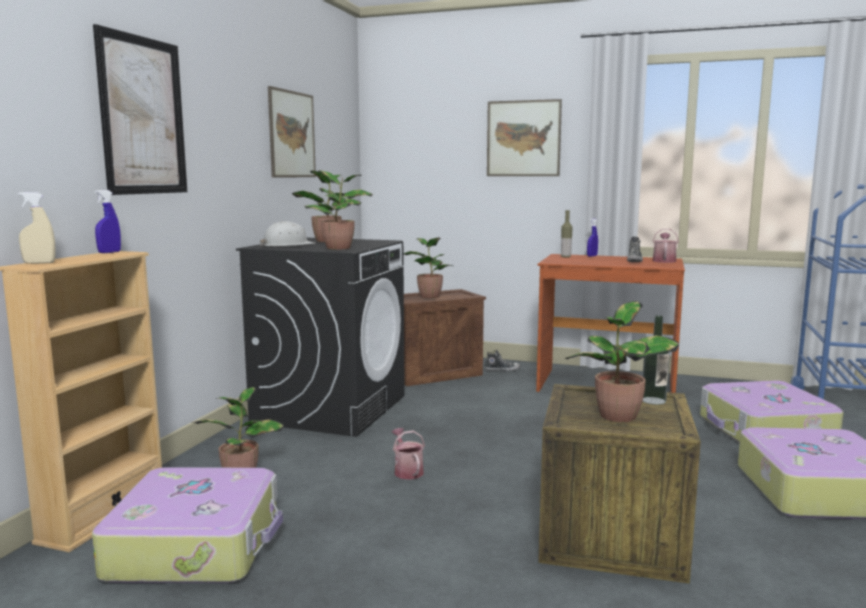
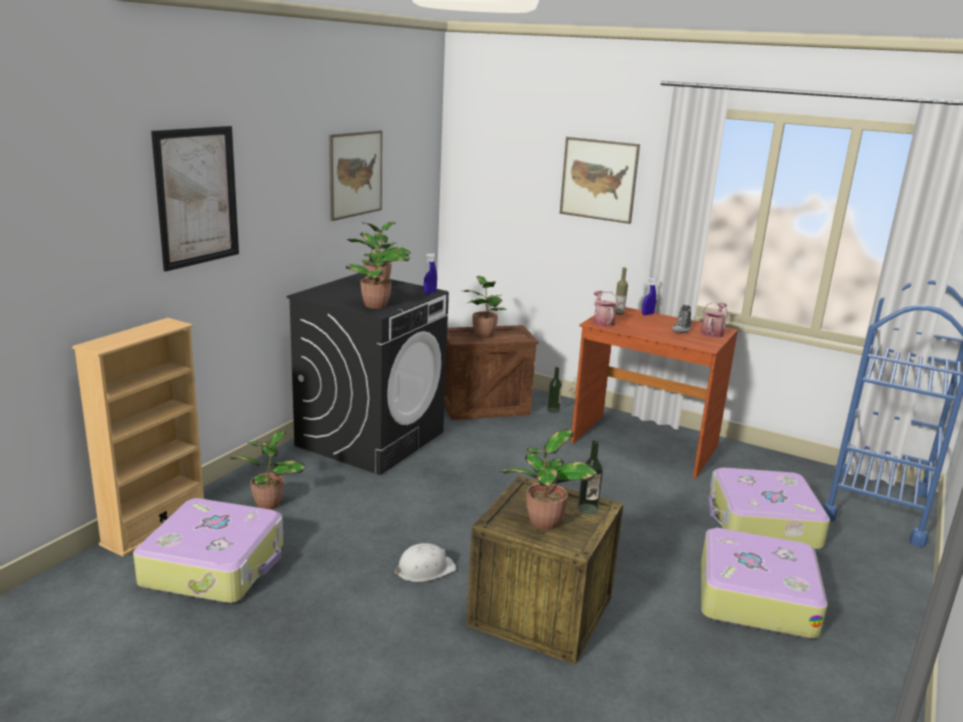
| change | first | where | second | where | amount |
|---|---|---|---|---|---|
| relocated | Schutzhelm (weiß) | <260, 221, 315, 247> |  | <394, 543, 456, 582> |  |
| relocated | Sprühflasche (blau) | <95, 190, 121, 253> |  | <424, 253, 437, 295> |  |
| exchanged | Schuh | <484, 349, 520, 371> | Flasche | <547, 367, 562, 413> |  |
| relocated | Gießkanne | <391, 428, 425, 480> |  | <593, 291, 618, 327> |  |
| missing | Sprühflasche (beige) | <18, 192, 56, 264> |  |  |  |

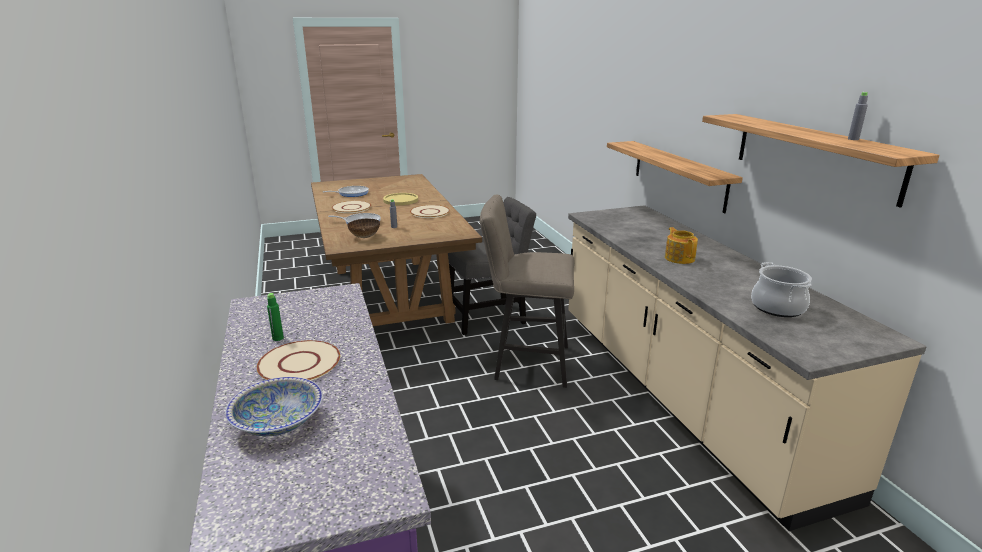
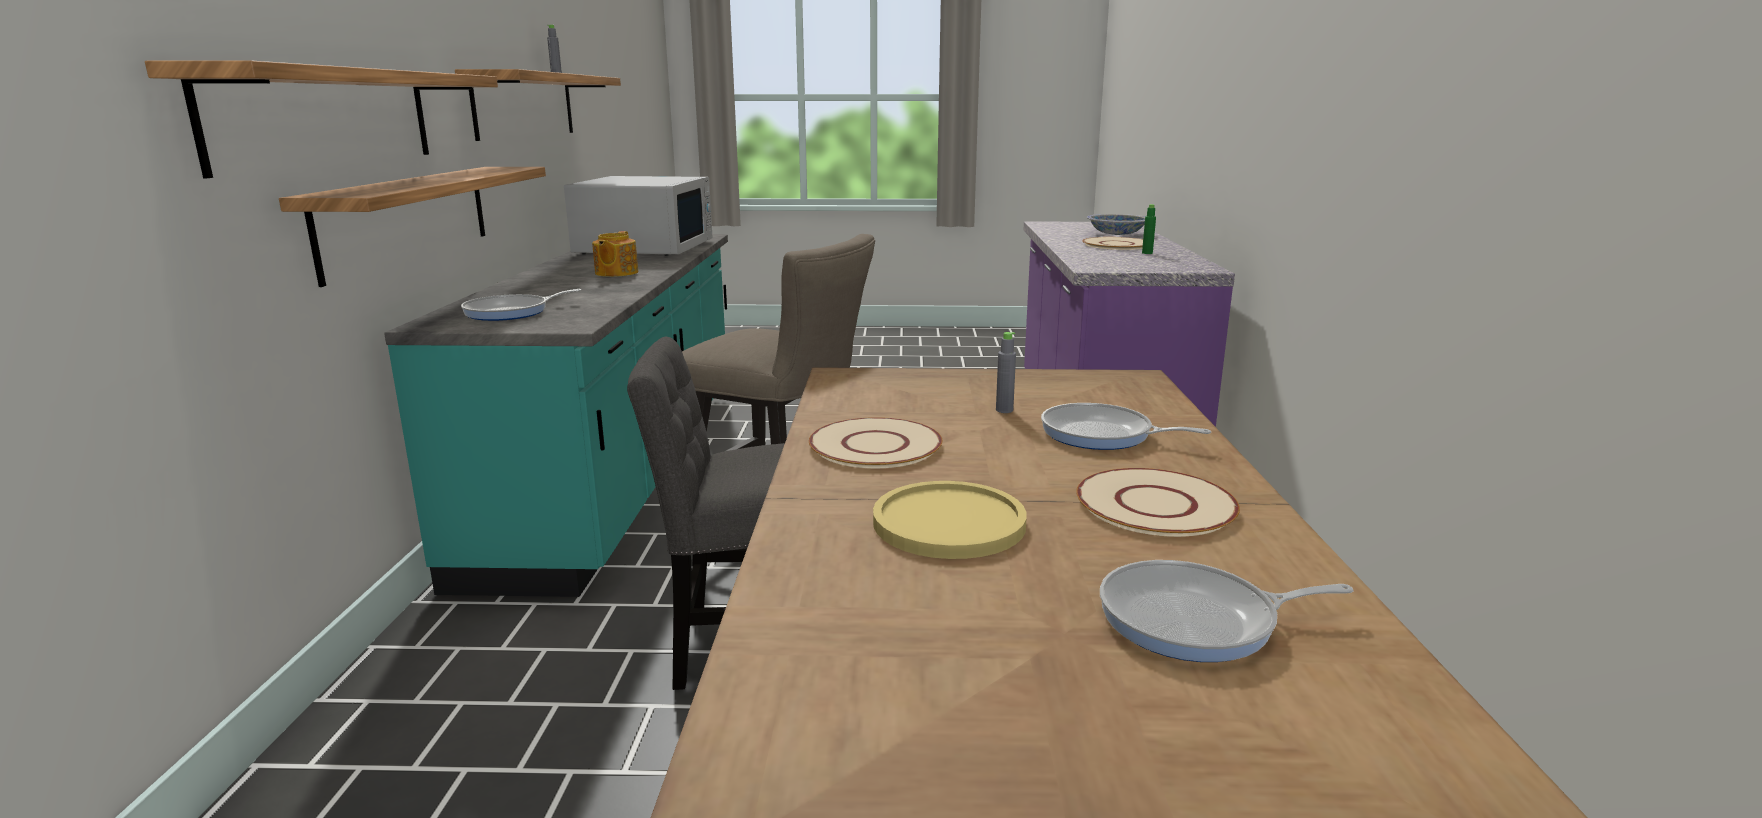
| change | first | where | second | where | amount |
|---|---|---|---|---|---|
| appeared |  |  | Wandregal | <145, 60, 498, 178> |  |
| colour | Küchenzeile (beige) | <568, 205, 927, 531> | Küchenzeile (türkis) | <384, 234, 728, 597> |  |
| appeared |  |  | Pfanne | <461, 289, 582, 321> |  |
| exchanged | Kochtopf | <751, 262, 812, 317> | Mikrowelle (weiß) | <564, 176, 712, 256> |  |
| missing | Schüssel | <347, 218, 380, 238> |  |  |  |

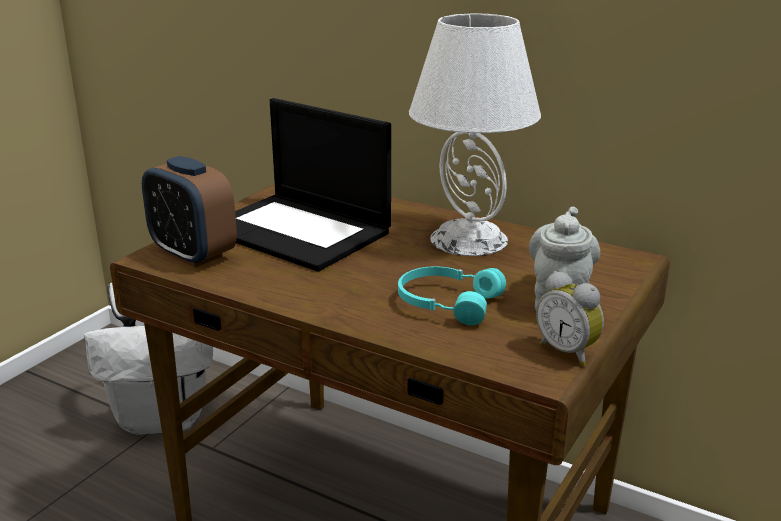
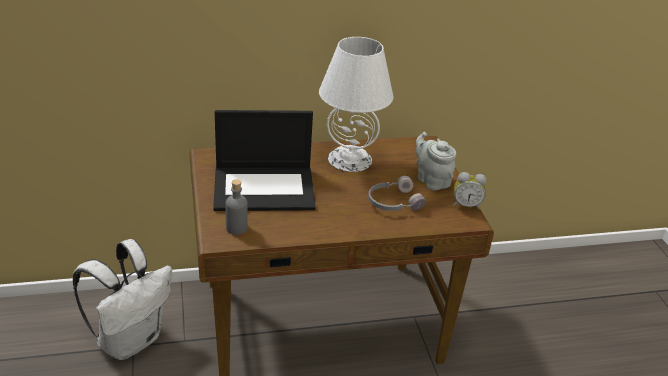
| change | first | where | second | where | amount |
|---|---|---|---|---|---|
| exchanged | Wecker | <142, 156, 237, 267> | Flasche (grau) | <226, 179, 248, 235> |  |
| colour | Kopfhörer (türkis) | <398, 267, 506, 325> | Kopfhörer (grau) | <368, 176, 426, 211> |  |

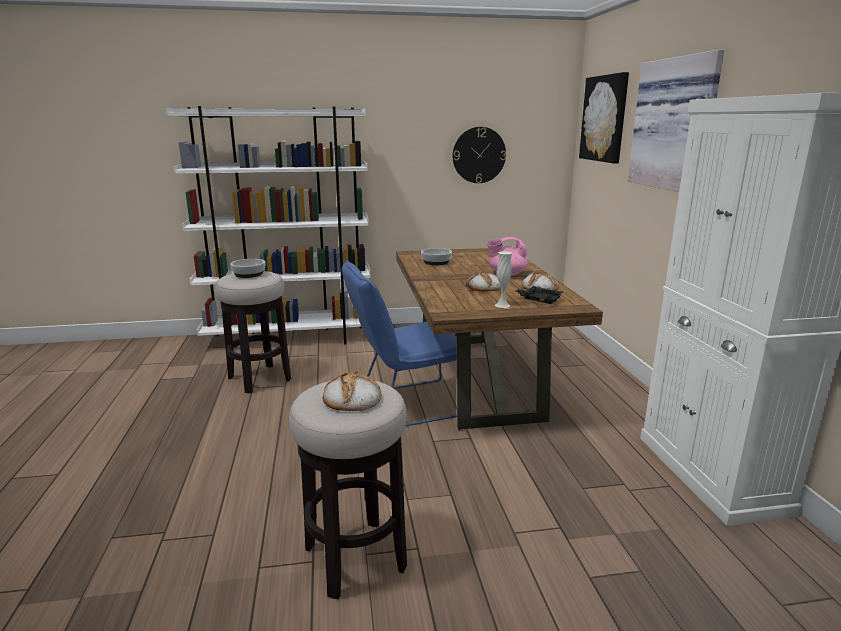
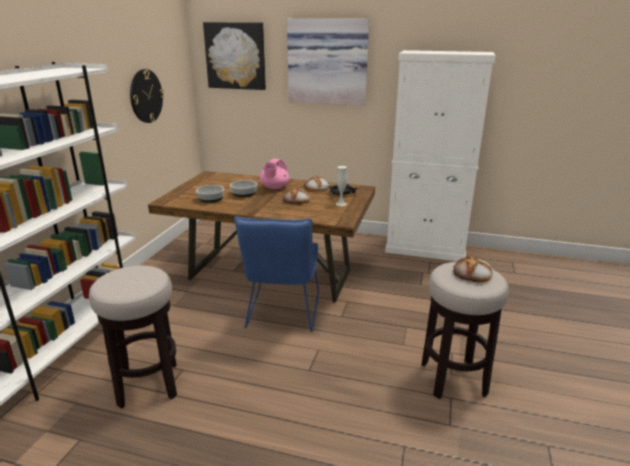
| change | first | where | second | where | amount |
|---|---|---|---|---|---|
| relocated | Schüssel | <230, 259, 265, 278> |  | <230, 180, 257, 197> |  |

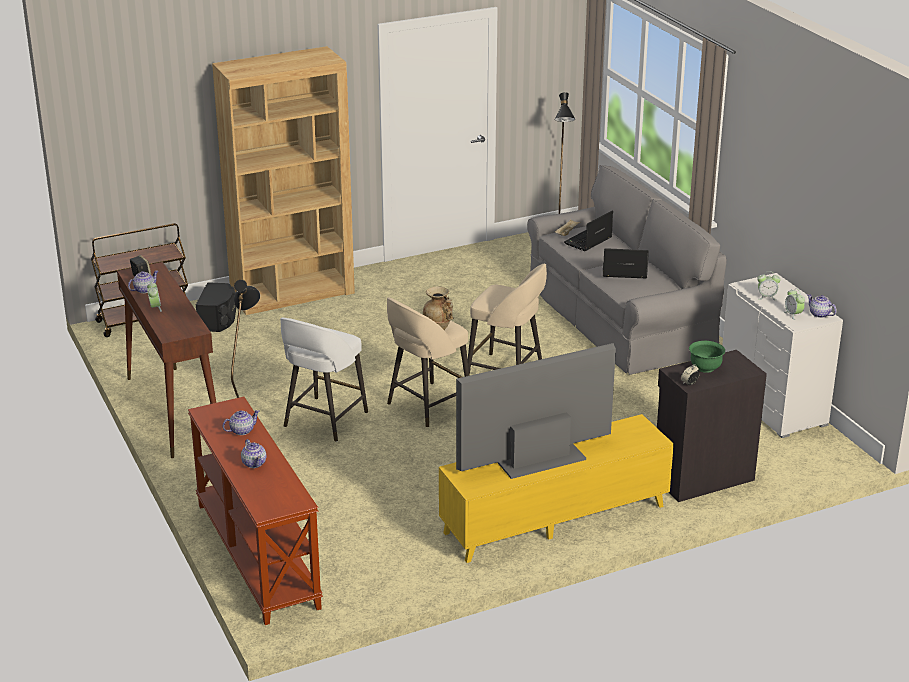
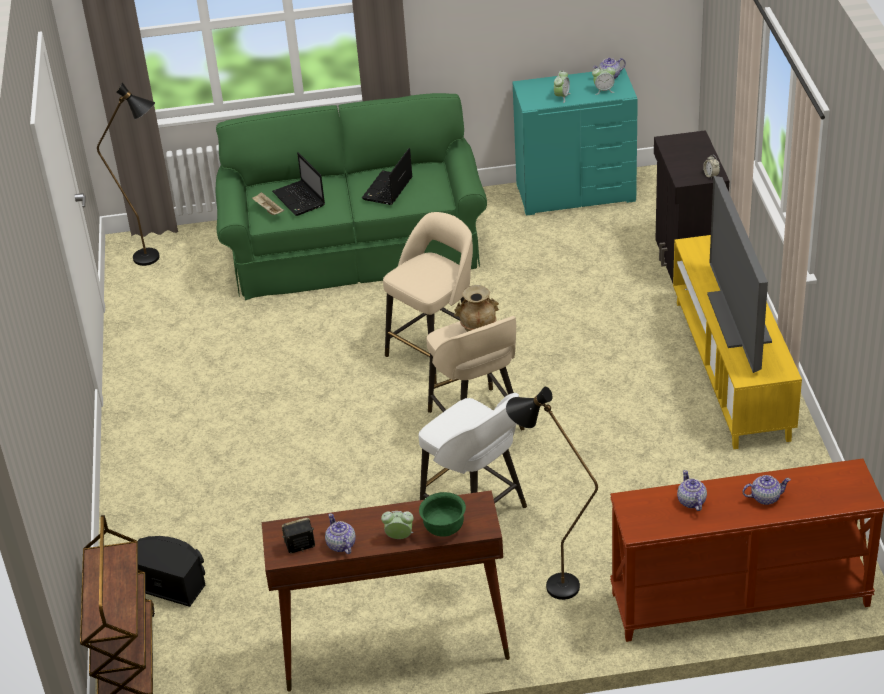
| change | first | where | second | where | amount |
|---|---|---|---|---|---|
| colour | Sofa (grau) | <527, 165, 726, 375> | Sofa (grün) | <216, 93, 487, 300> |  |
| relocated | Schüssel (grün) | <689, 341, 725, 373> |  | <419, 492, 466, 537> |  |
| colour | Kommode (weiß) | <722, 273, 843, 438> | Kommode (türkis) | <513, 68, 638, 216> |  |
| missing | Bücherregal (braun) | <212, 46, 355, 315> |  |  |  |

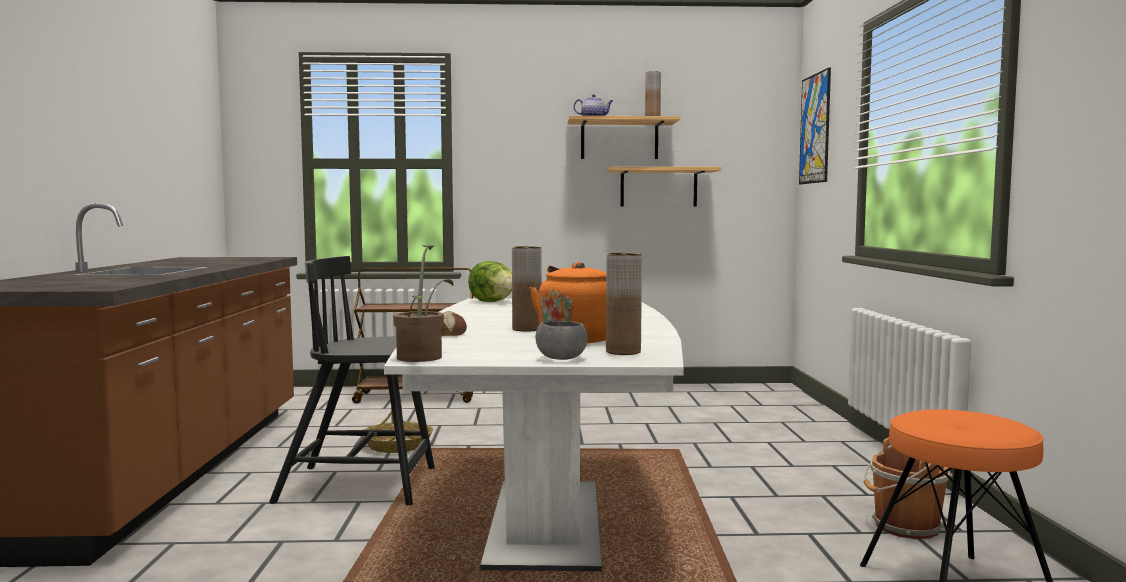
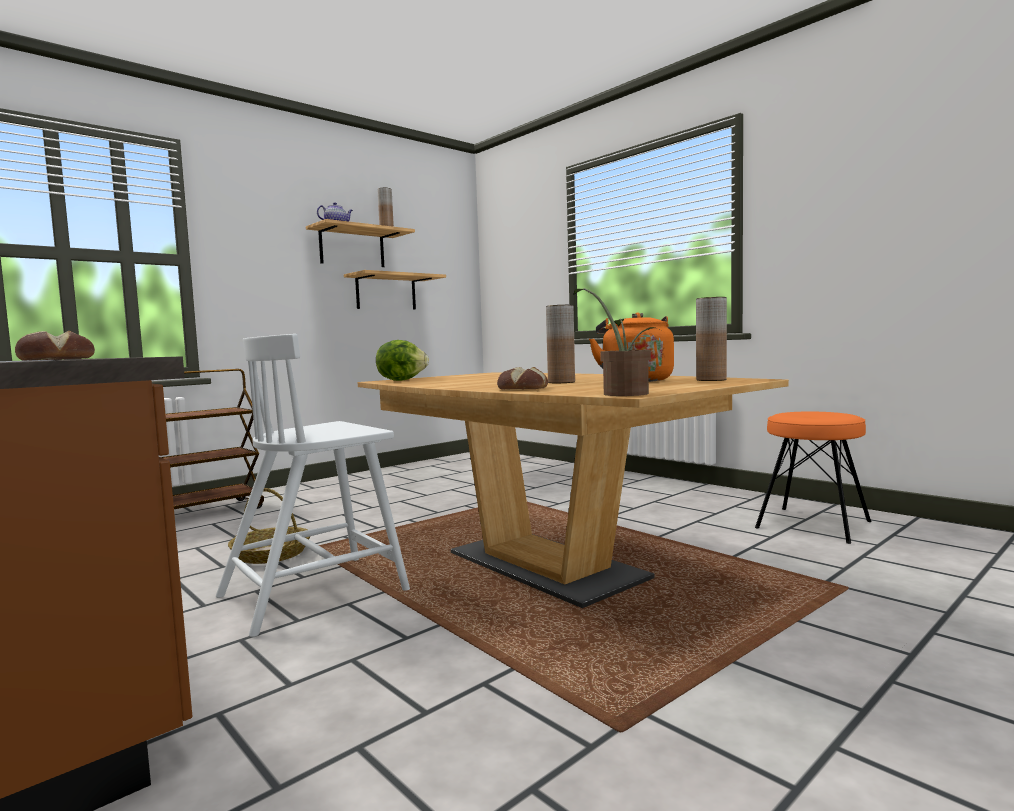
| change | first | where | second | where | amount |
|---|---|---|---|---|---|
| appeared |  |  | Brot | <15, 331, 95, 361> |  |
| colour | Stuhl (schwarz) | <269, 256, 435, 505> | Stuhl (weiß) | <216, 334, 410, 637> |  |
| colour | Esstisch (weiß) | <384, 298, 684, 571> | Esstisch (braun) | <357, 372, 789, 608> |  |
| missing | Schüssel (grau) | <535, 321, 587, 360> |  |  |  |
| missing | Bild | <799, 67, 831, 184> |  |  |  |
| missing | Eimer (braun) | <864, 437, 953, 539> |  |  |  |

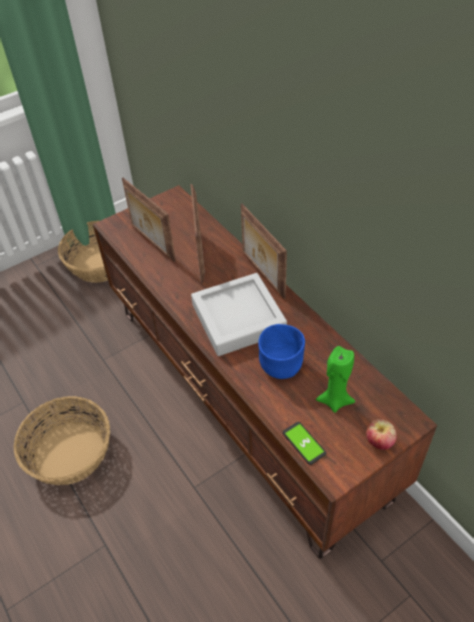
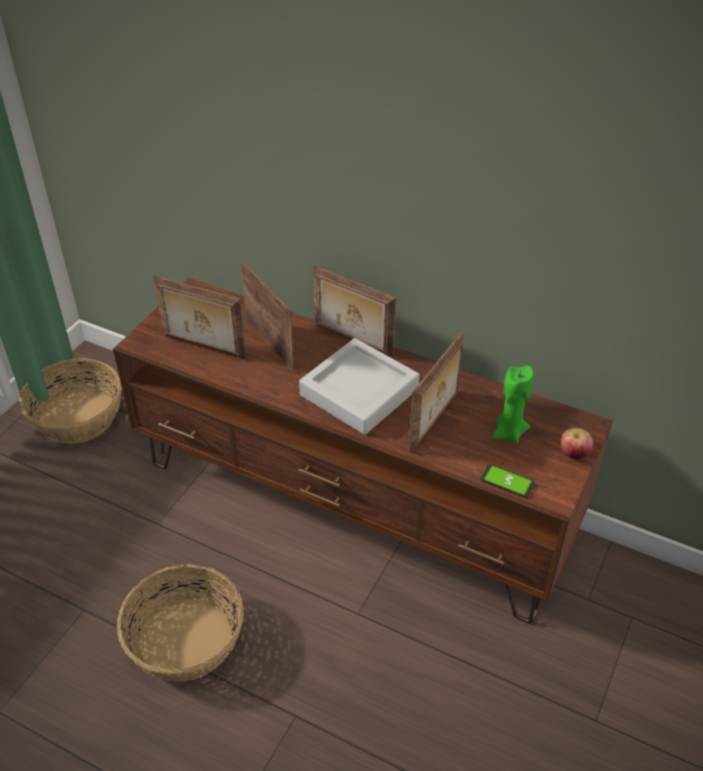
| change | first | where | second | where | amount |
|---|---|---|---|---|---|
| exchanged | Schüssel (blau) | <258, 324, 305, 379> | Bilderrahmen | <408, 331, 464, 453> |  |

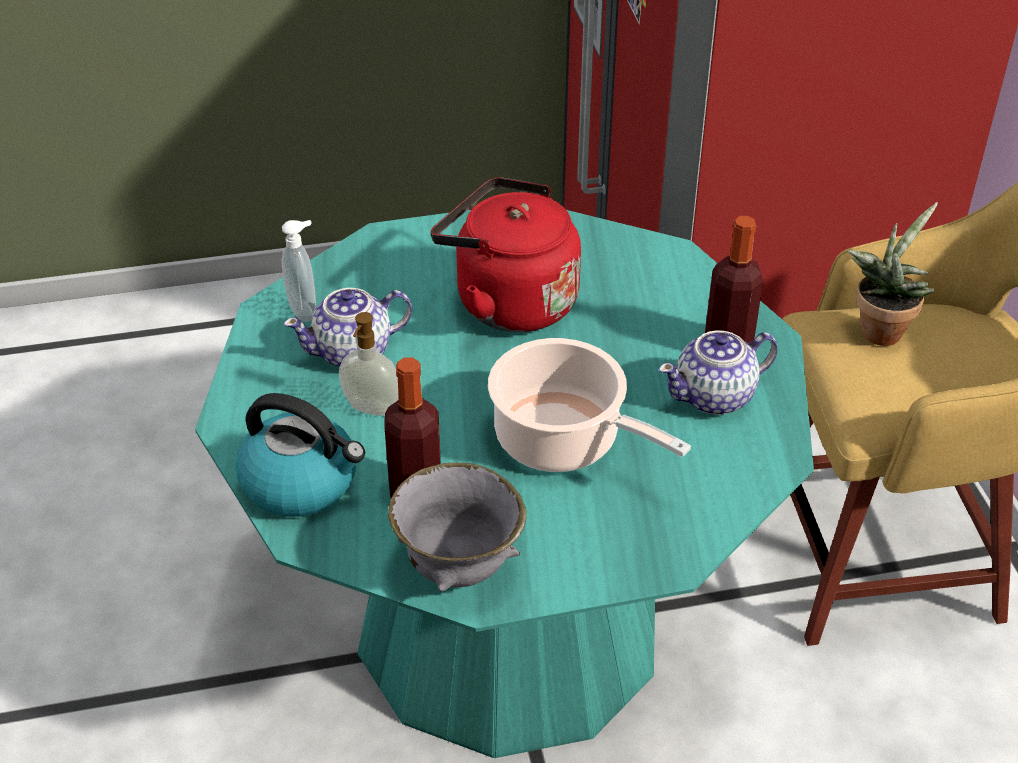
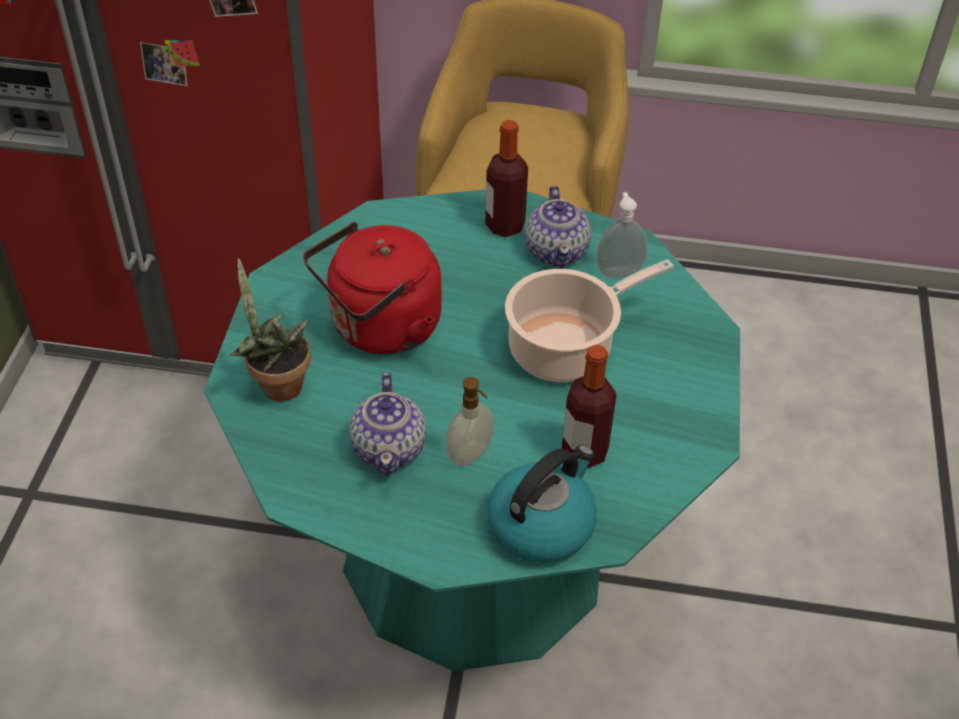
| change | first | where | second | where | amount |
|---|---|---|---|---|---|
| relocated | Topfpflanze | <847, 202, 938, 346> |  | <230, 258, 311, 402> |  |
| relocated | Seifenspender | <282, 220, 316, 322> |  | <596, 192, 647, 278> |  |
| missing | Schüssel (grau) | <388, 462, 527, 592> |  |  |  |

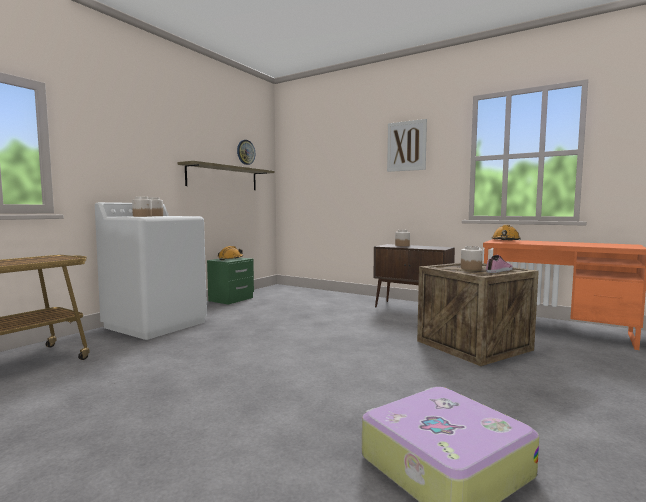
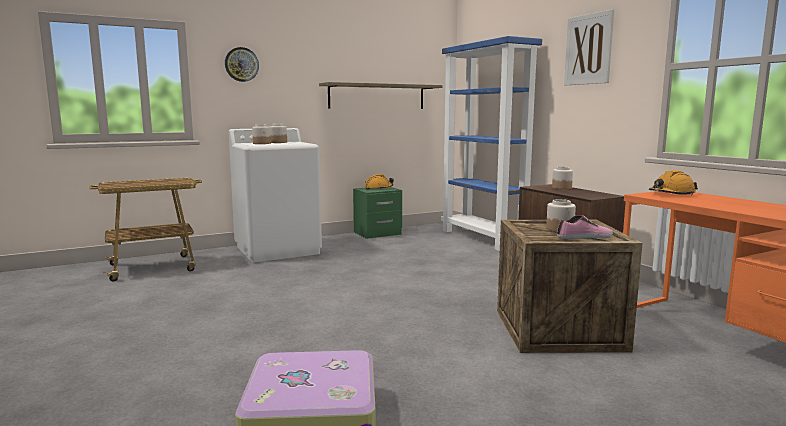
| change | first | where | second | where | amount |
|---|---|---|---|---|---|
| relocated | Wanduhr | <237, 140, 255, 165> |  | <225, 47, 259, 82> |  |
| appeared |  |  | Bücherregal (blau) | <441, 36, 542, 251> |  |

